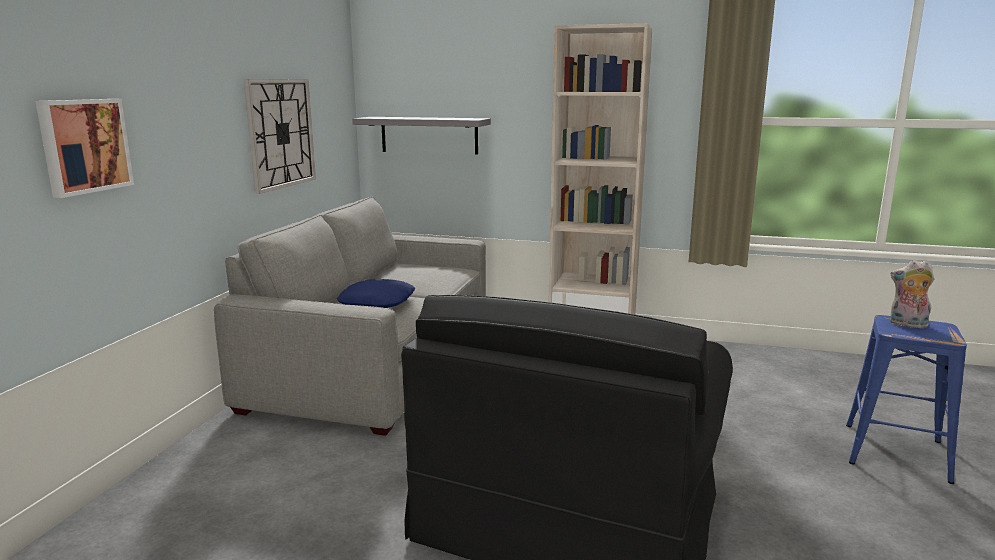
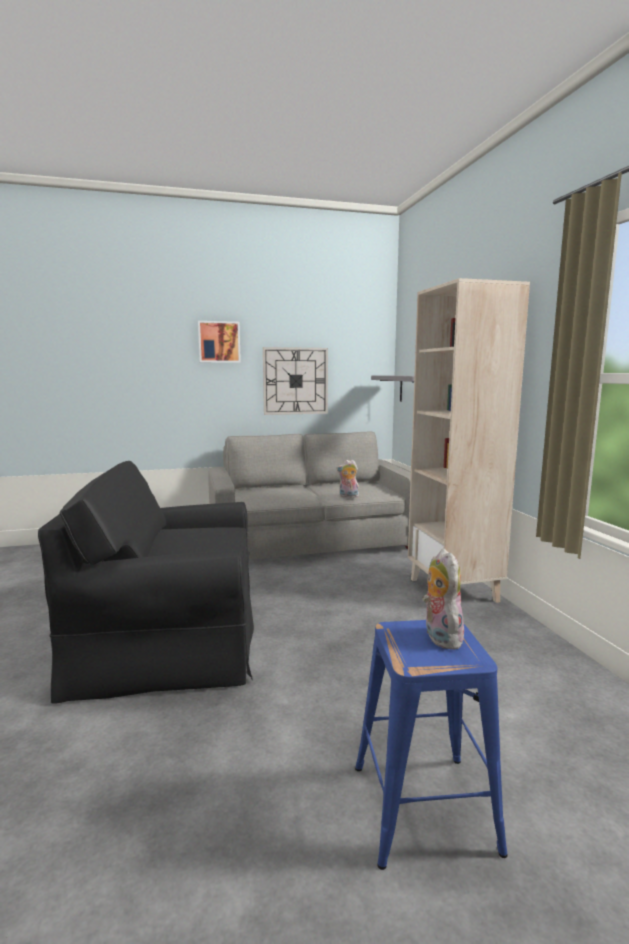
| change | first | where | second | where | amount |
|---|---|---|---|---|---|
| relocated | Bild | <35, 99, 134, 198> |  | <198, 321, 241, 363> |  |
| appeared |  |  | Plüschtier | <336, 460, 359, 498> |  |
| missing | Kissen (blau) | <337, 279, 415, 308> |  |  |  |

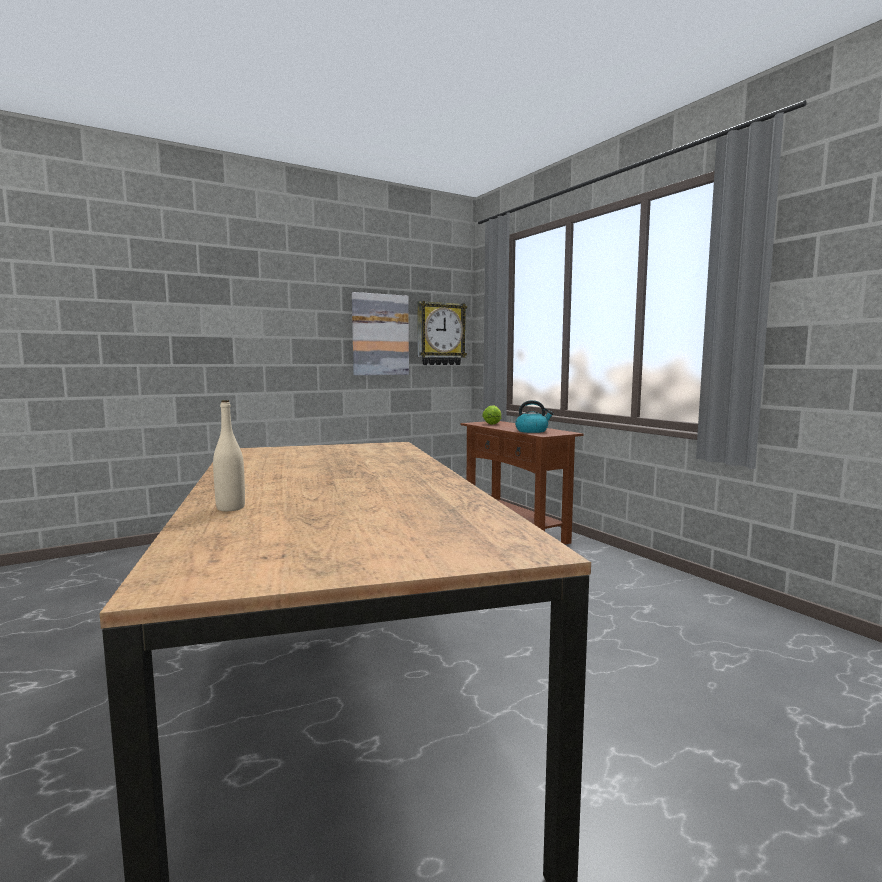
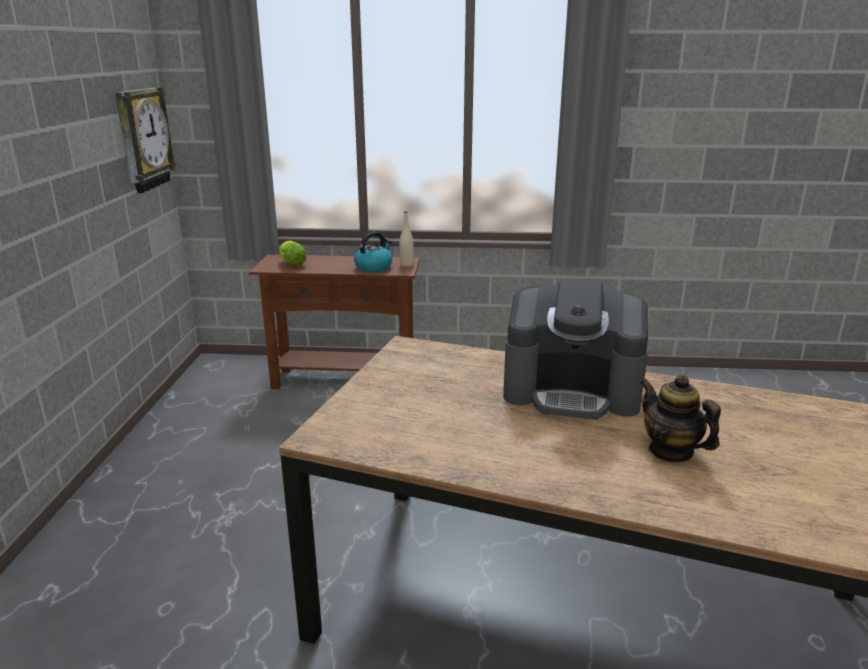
| change | first | where | second | where | amount |
|---|---|---|---|---|---|
| relocated | Flasche (beige) | <213, 400, 245, 511> |  | <399, 212, 414, 267> |  |
| appeared |  |  | Kaffeemaschine | <503, 279, 648, 419> |  |
| appeared |  |  | Teekanne | <640, 374, 721, 463> |  |
| missing | Bild | <352, 292, 409, 375> |  |  |  |

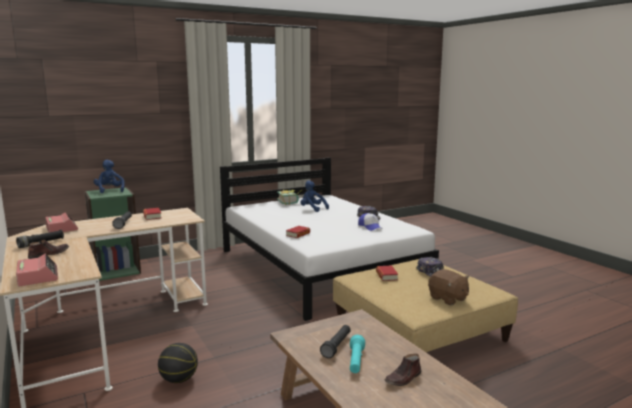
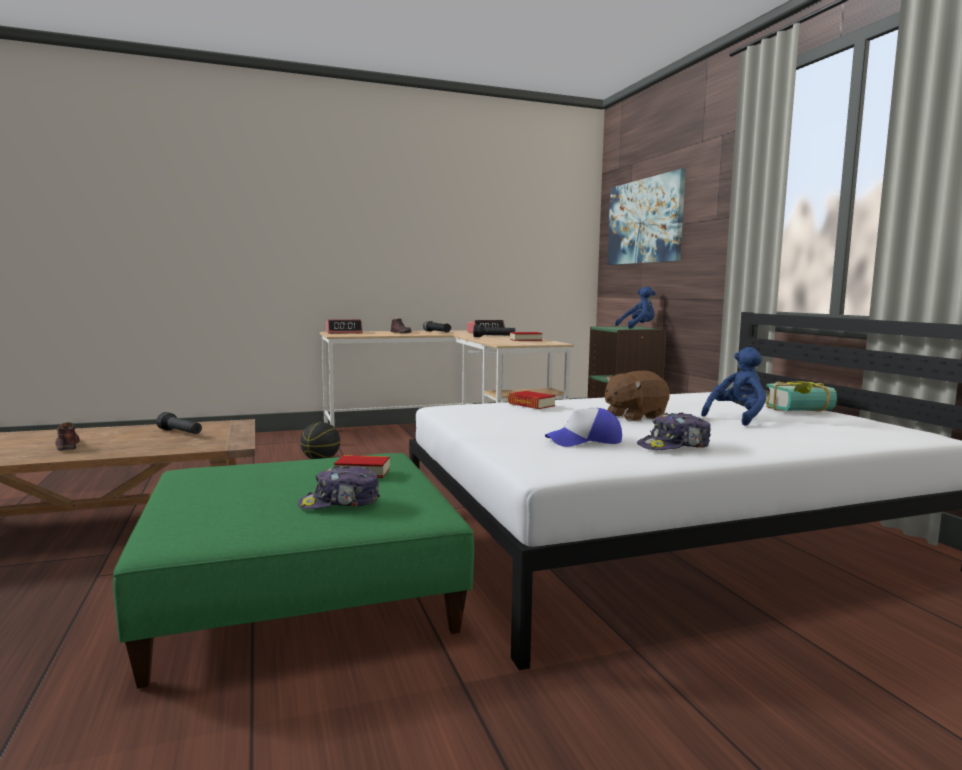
| change | first | where | second | where | amount |
|---|---|---|---|---|---|
| colour | Polsterhocker (beige) | <333, 259, 518, 352> | Polsterhocker (grün) | <113, 453, 474, 688> |  |
| relocated | Plüschtier (braun) | <428, 269, 469, 305> |  | <605, 371, 670, 421> |  |
| appeared |  |  | Bild | <607, 169, 686, 265> |  |
| missing | Taschenlampe (türkis) | <350, 335, 365, 373> |  |  |  |

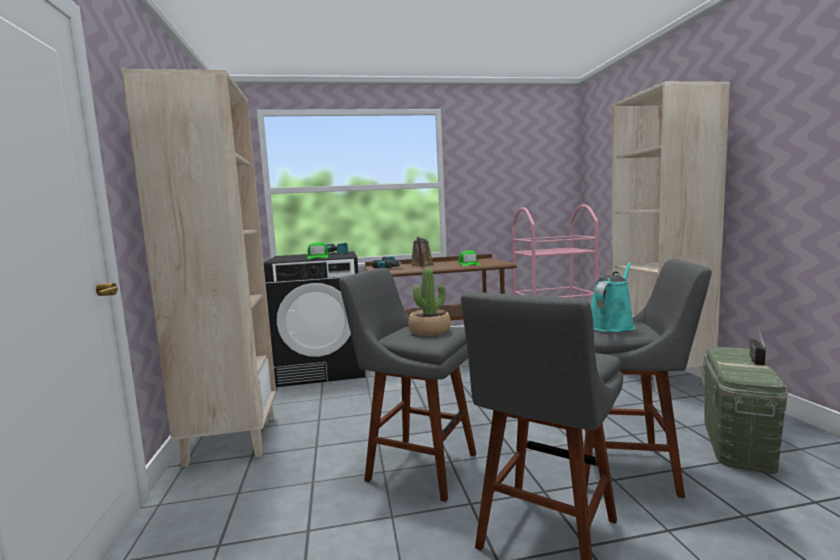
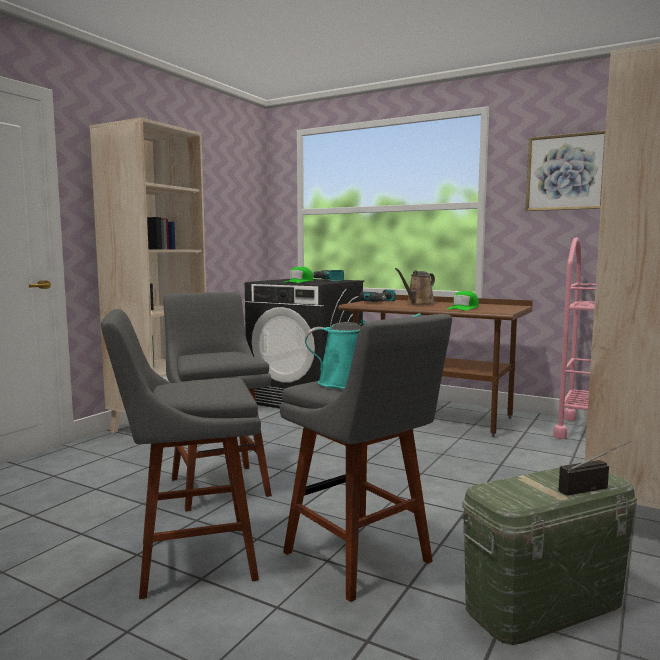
| change | first | where | second | where | amount |
|---|---|---|---|---|---|
| appeared |  |  | Bild | <526, 130, 606, 211> |  |
| missing | Topfpflanze | <408, 268, 451, 336> |  |  |  |

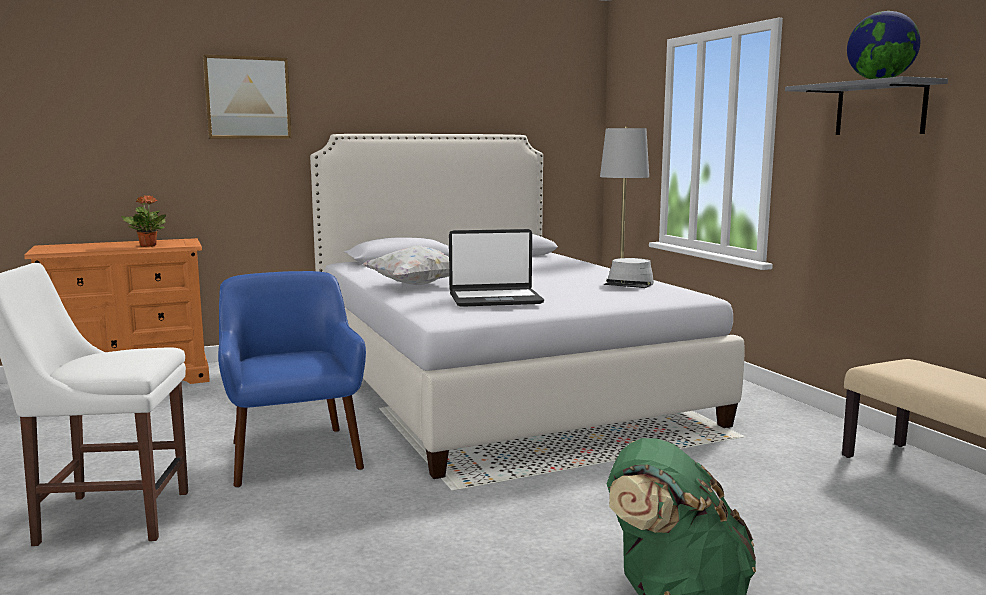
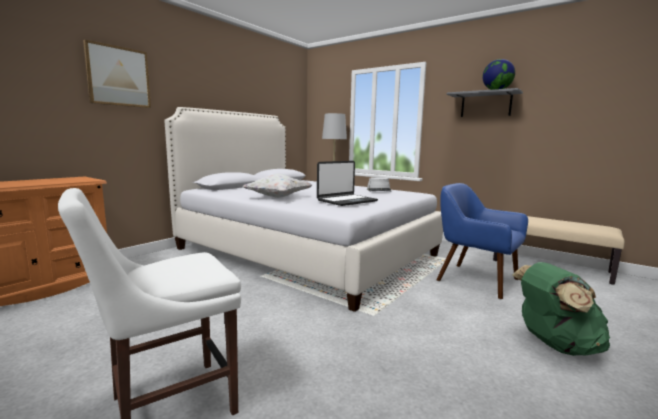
| change | first | where | second | where | amount |
|---|---|---|---|---|---|
| relocated | Sessel (blau) | <218, 271, 366, 488> |  | <436, 183, 528, 300> |  |
| missing | Topfpflanze | <121, 196, 166, 247> |  |  |  |

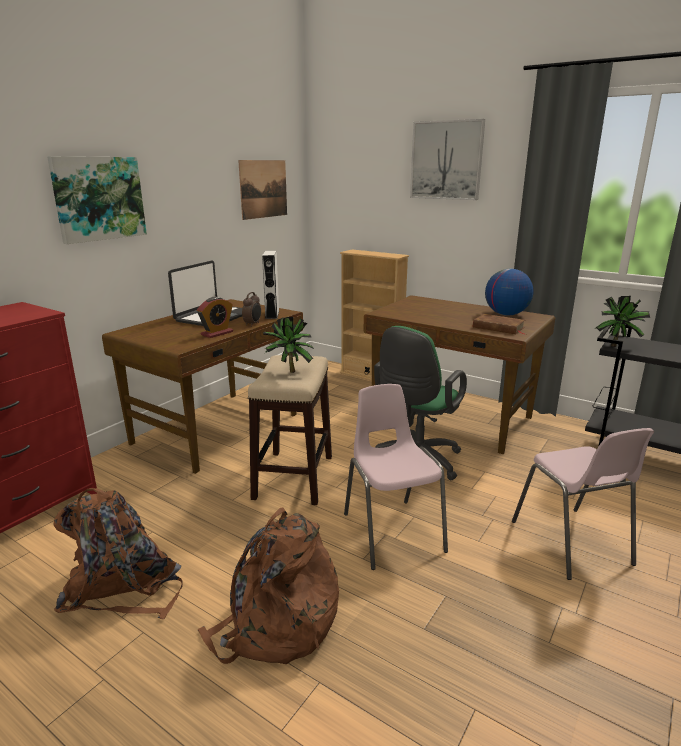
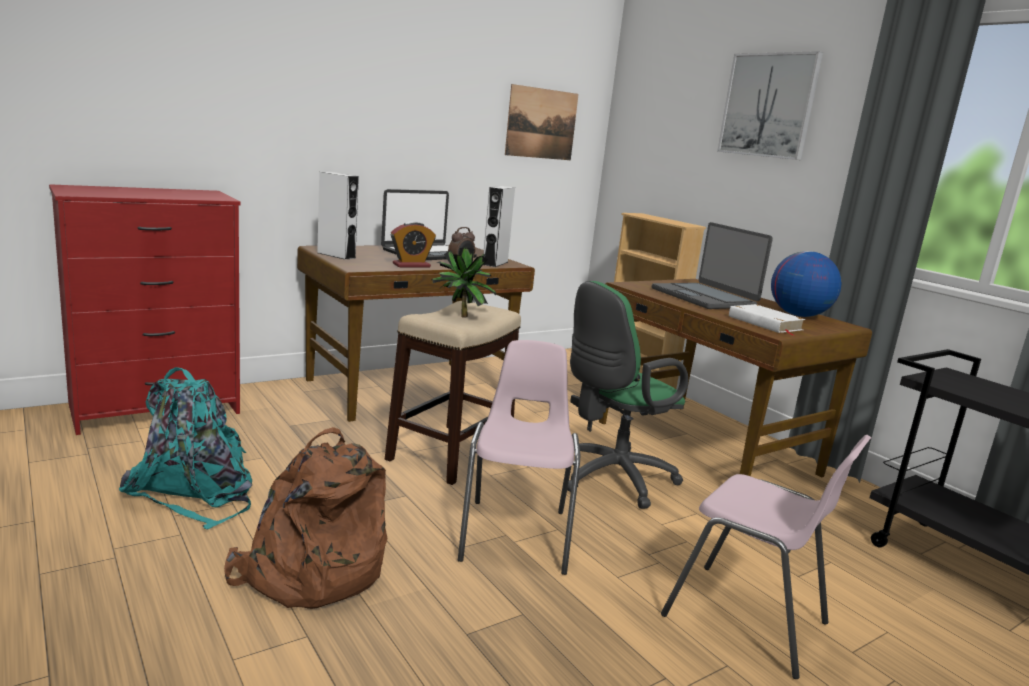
| change | first | where | second | where | amount |
|---|---|---|---|---|---|
| colour | Rucksack (braun) | <54, 488, 183, 619> | Rucksack (türkis) | <119, 367, 252, 529> |  |
| appeared |  |  | Lautsprecher (weiß) | <317, 172, 359, 260> |  |
| appeared |  |  | Laptop | <652, 222, 773, 309> |  |
| spun | Stuhl (rosa) | <512, 428, 654, 580> |  | <661, 435, 871, 679> | 60 degrees counterclockwise |
| colour | Buch (braun) | <473, 314, 526, 335> | Buch (weiß) | <729, 304, 806, 336> |  |
| missing | Bild | <47, 156, 147, 244> |  |  |  |
| missing | Topfpflanze | <595, 296, 650, 347> |  |  |  |

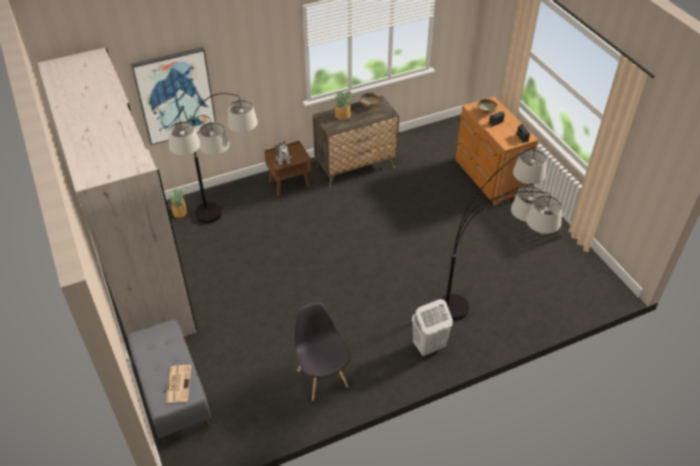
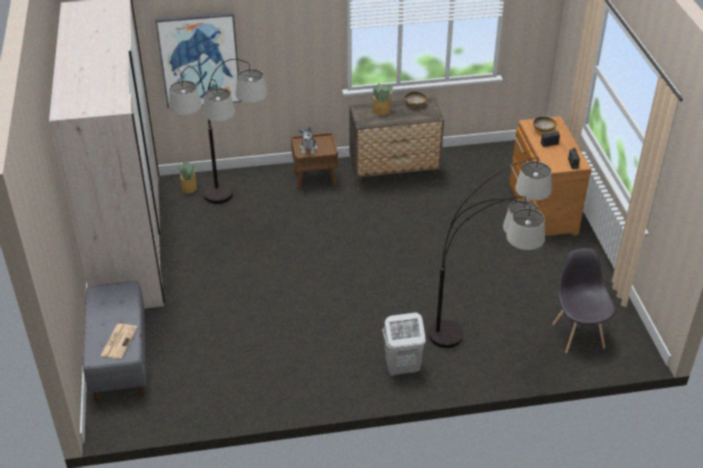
| change | first | where | second | where | amount |
|---|---|---|---|---|---|
| relocated | Stuhl (grau) | <295, 302, 350, 401> |  | <552, 248, 615, 353> |  |

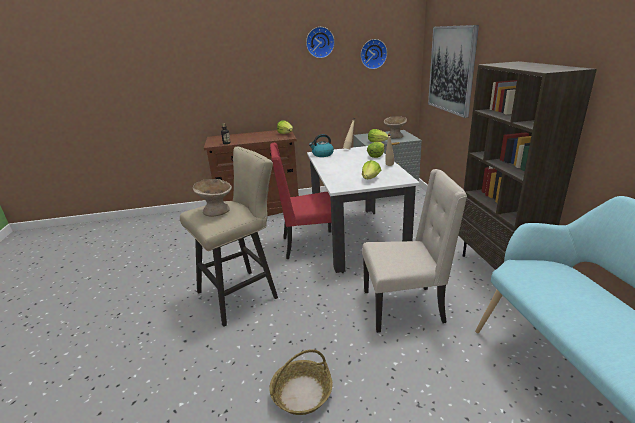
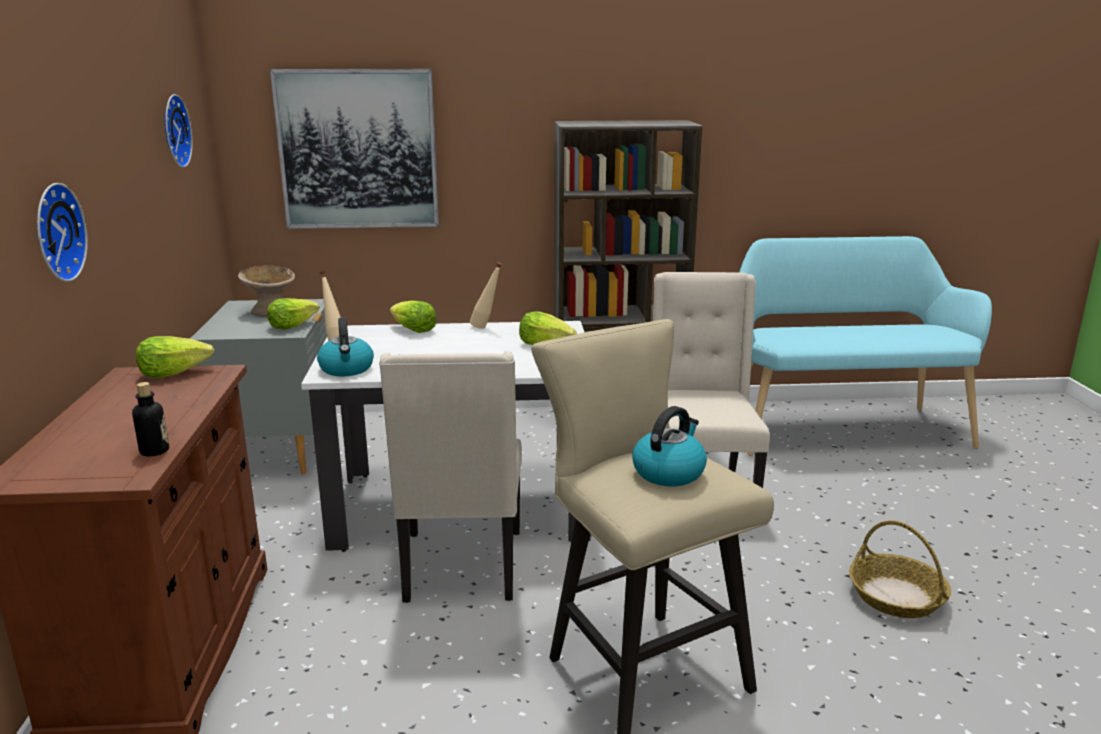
| change | first | where | second | where | amount |
|---|---|---|---|---|---|
| relocated | Wanduhr | <306, 27, 335, 58> |  | <37, 183, 88, 282> |  |
| colour | Stuhl (rot) | <270, 143, 332, 259> | Stuhl (beige) | <379, 352, 522, 603> |  |
| exchanged | Schüssel (beige) | <193, 179, 232, 216> | Wasserkessel | <632, 406, 707, 486> |  |

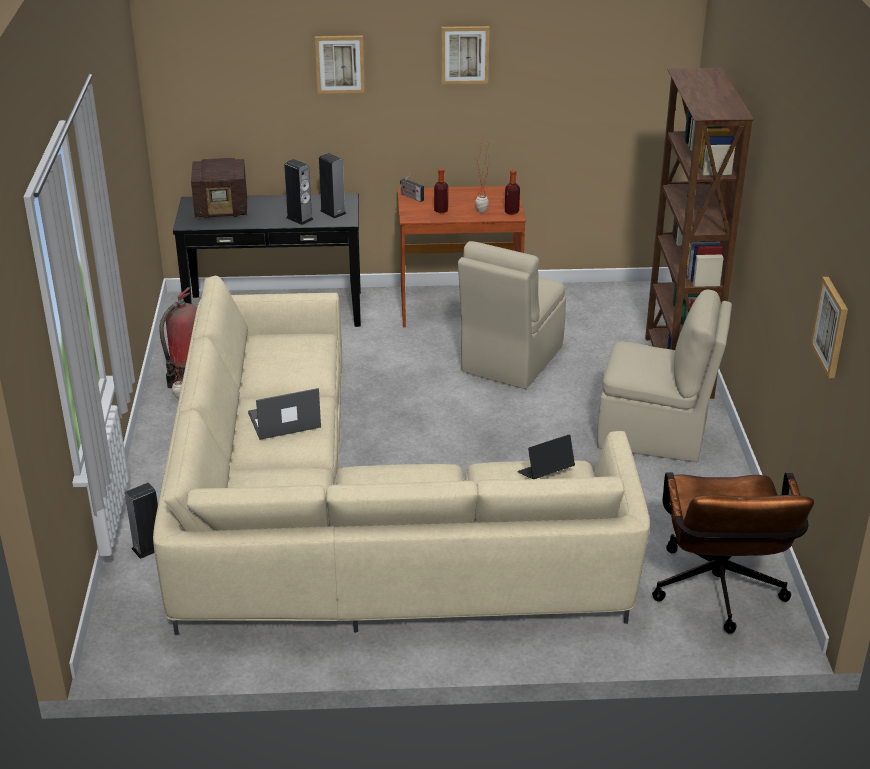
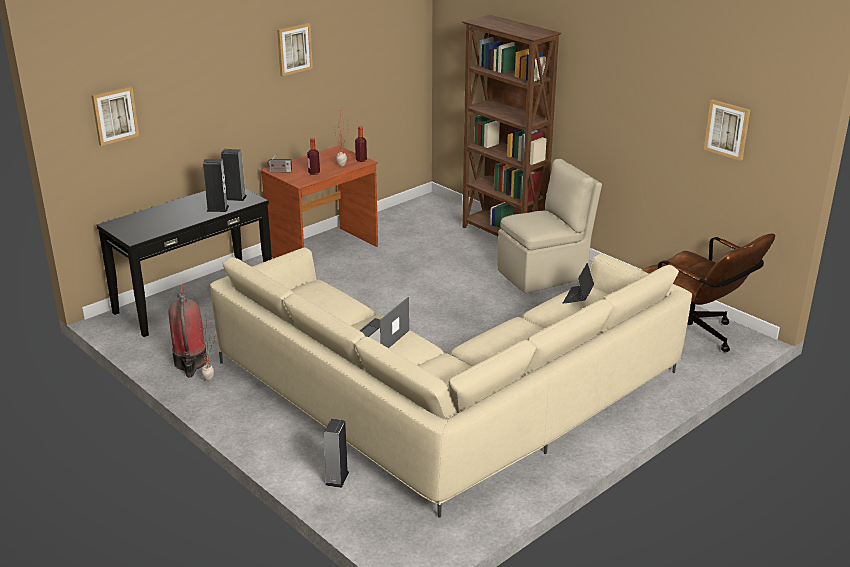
| change | first | where | second | where | amount |
|---|---|---|---|---|---|
| relocated | Bild | <315, 35, 365, 94> |  | <91, 86, 139, 146> |  |
| missing | Radio | <191, 158, 247, 218> |  |  |  |
| missing | Stuhl (beige) | <458, 241, 566, 389> |  |  |  |

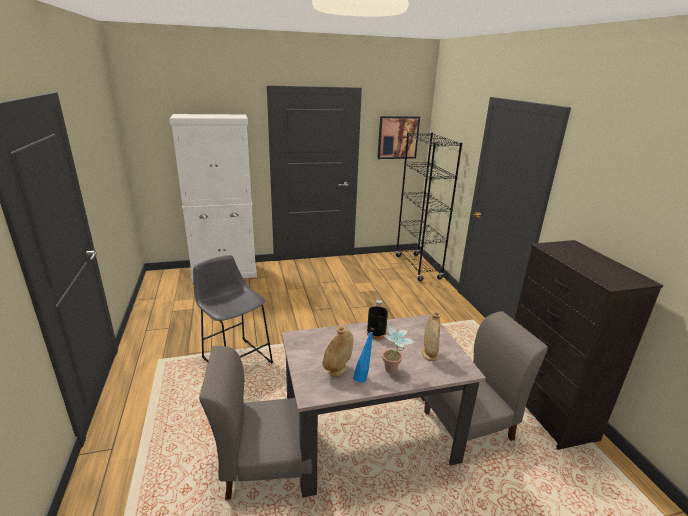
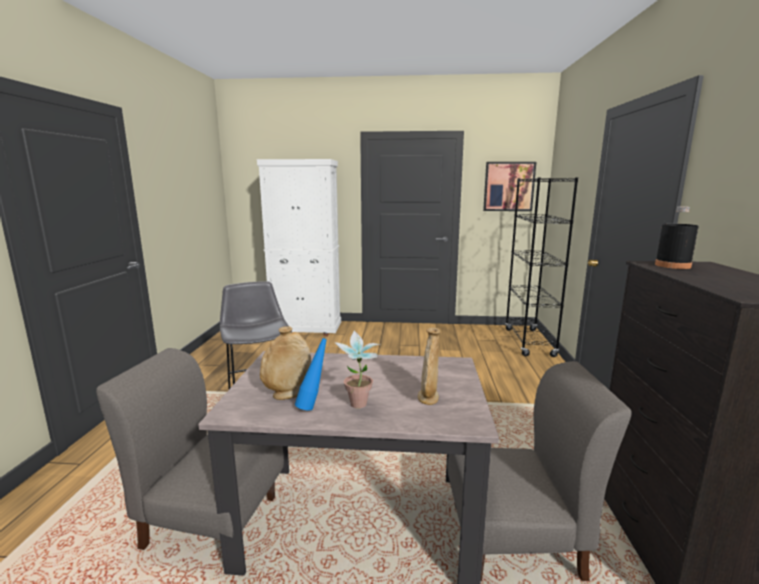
| change | first | where | second | where | amount |
|---|---|---|---|---|---|
| relocated | Flasche (schwarz) | <367, 300, 388, 340> |  | <655, 206, 699, 269> |  |

